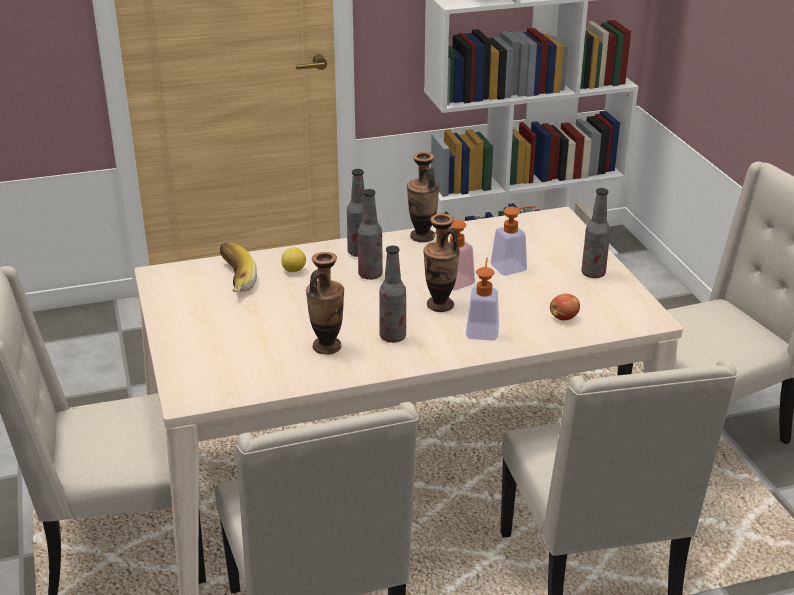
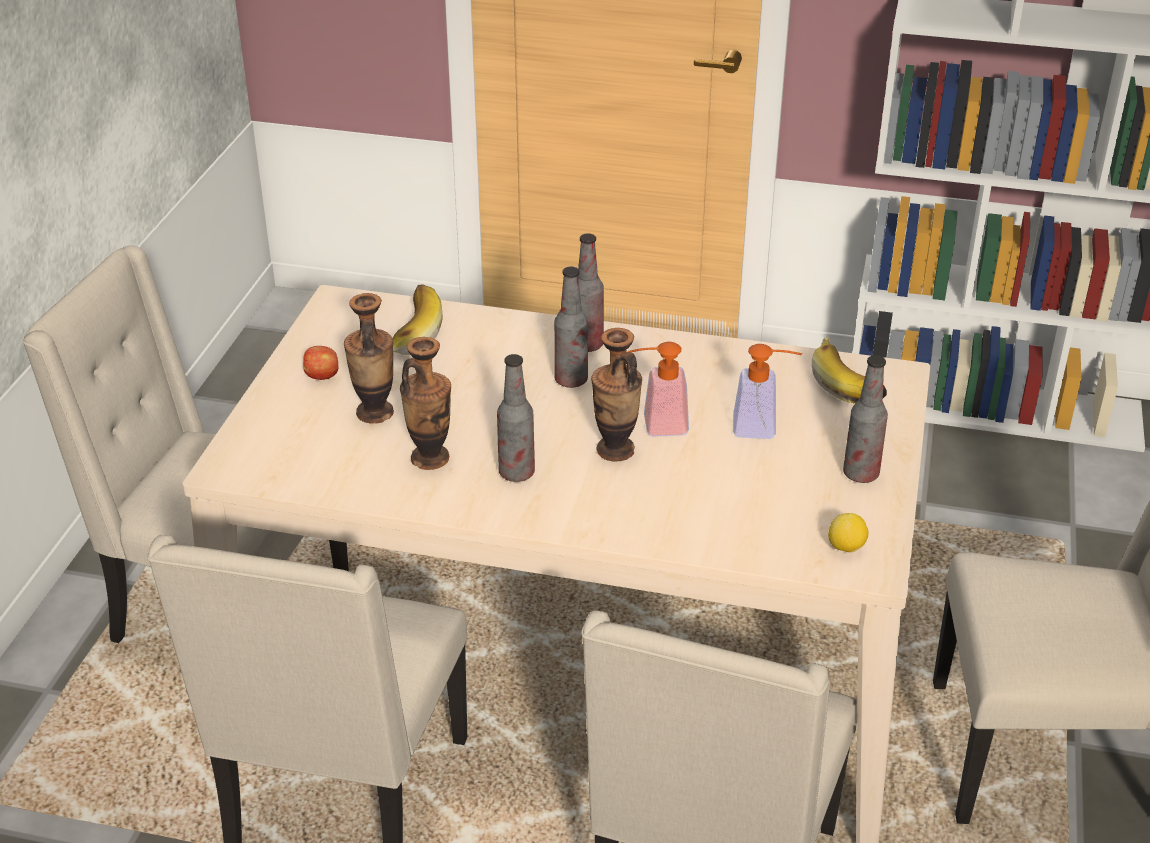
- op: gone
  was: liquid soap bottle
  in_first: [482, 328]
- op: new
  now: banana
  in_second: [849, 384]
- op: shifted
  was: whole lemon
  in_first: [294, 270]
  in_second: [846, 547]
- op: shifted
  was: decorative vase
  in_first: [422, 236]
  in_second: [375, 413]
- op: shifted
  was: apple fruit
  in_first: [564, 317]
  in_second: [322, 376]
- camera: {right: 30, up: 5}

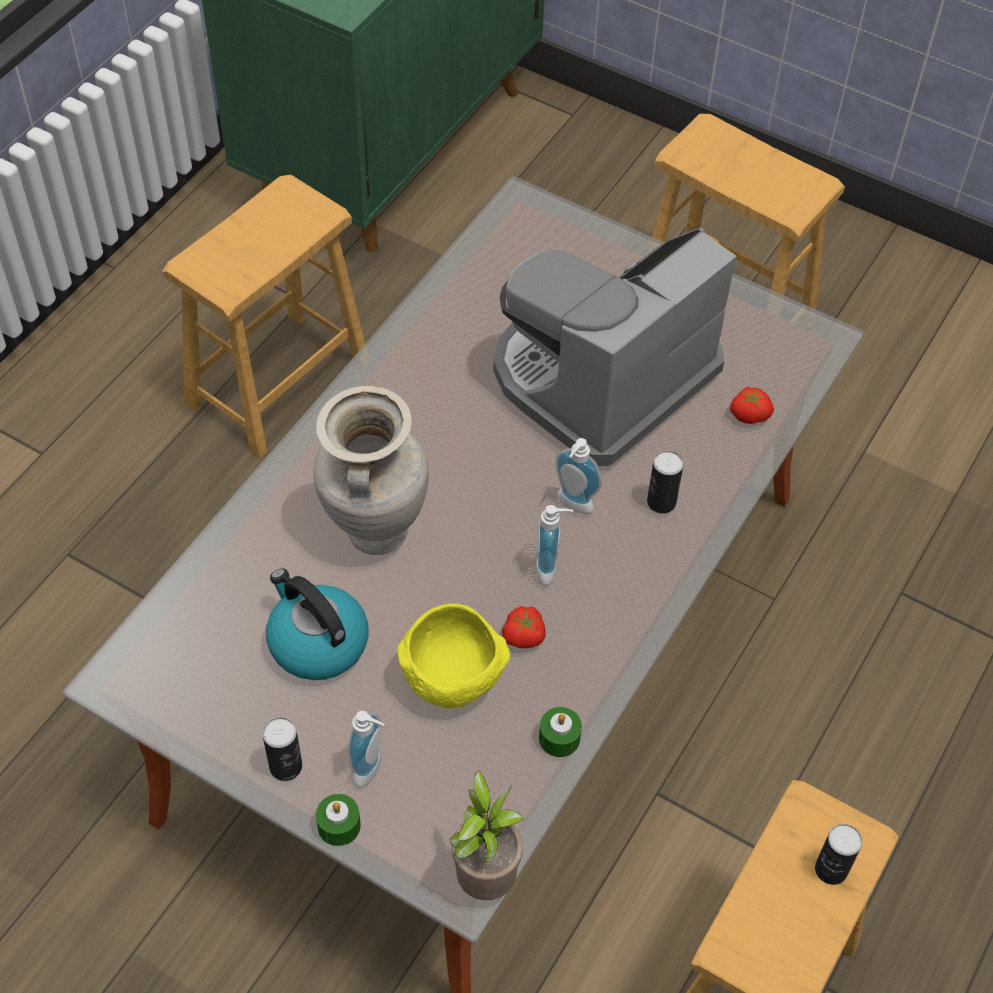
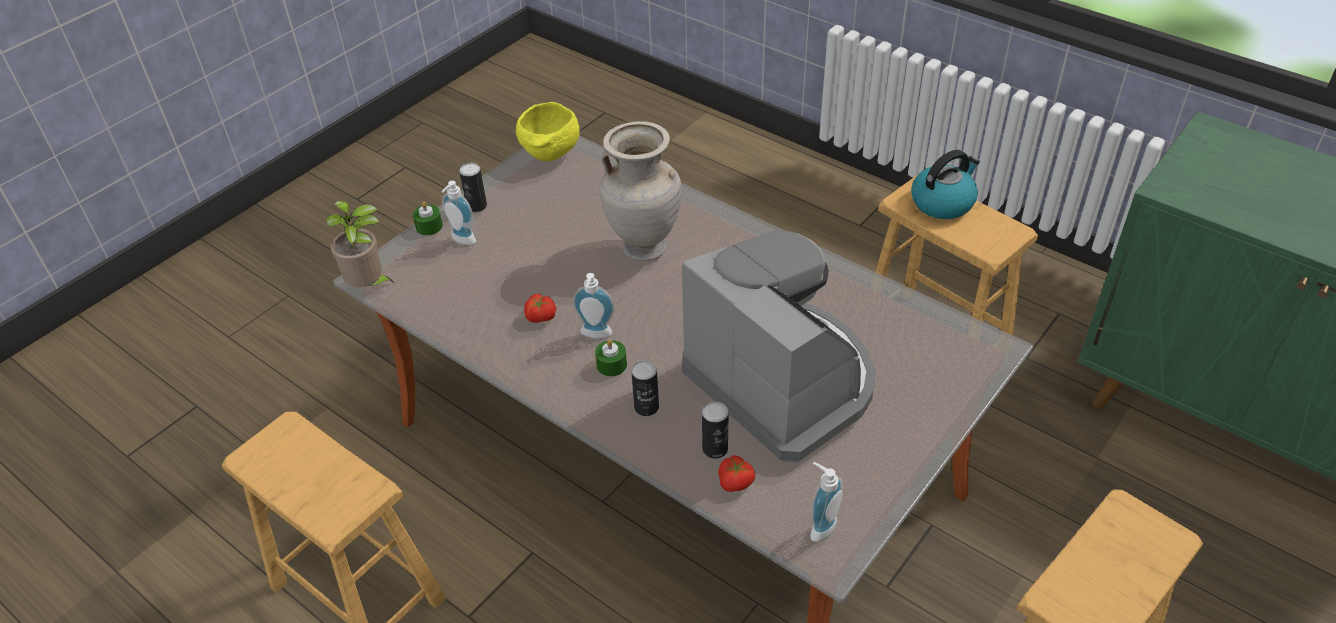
- op: shifted
  was: water kettle
  in_first: [316, 642]
  in_second: [942, 202]
- op: shifted
  was: yellowish bowl
  in_first: [454, 678]
  in_second: [550, 154]
- op: shifted
  was: green wax candle
  in_first: [559, 738]
  in_second: [611, 365]
- op: shifted
  was: liquid soap bottle
  in_first: [572, 505]
  in_second: [819, 526]
- op: shifted
  was: metal can
  in_first: [831, 869]
  in_second: [715, 449]
- camera: {right: 100, up: -10}

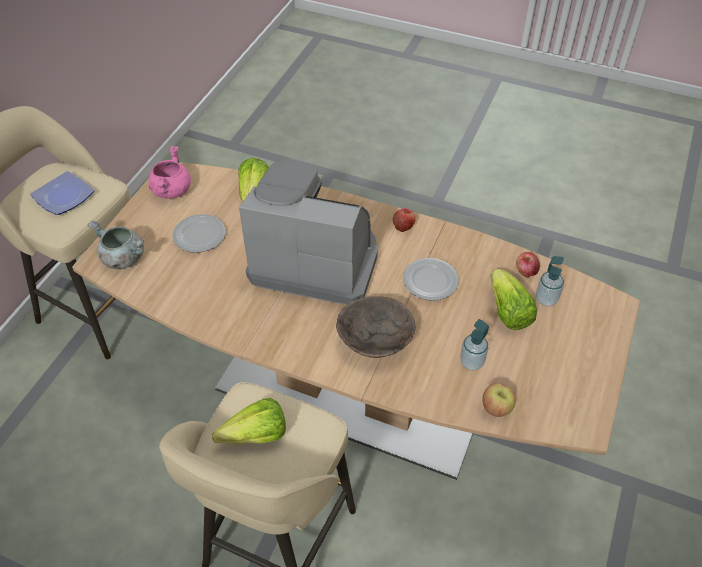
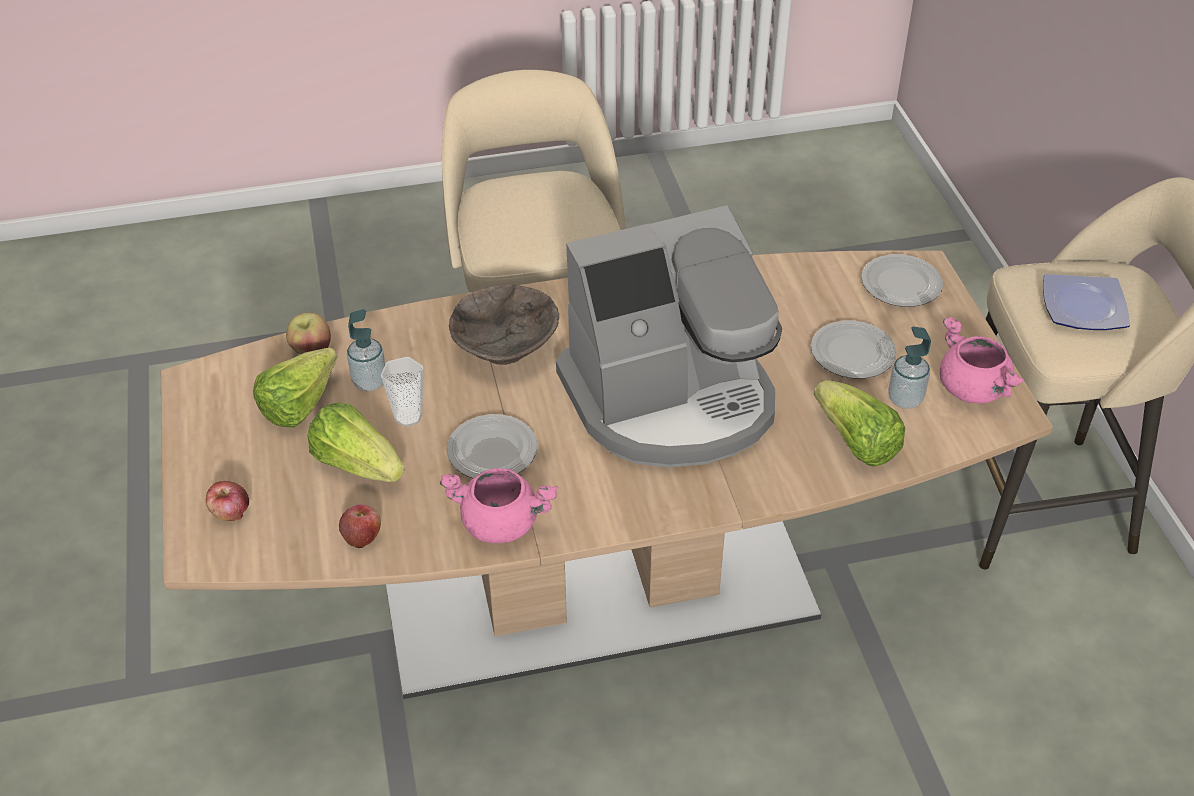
- op: new
  now: drinking cup
  in_second: [408, 417]
- op: new
  now: pink-coloured saucepot
  in_second: [501, 523]
- op: shifted
  was: lettuce
  in_first: [250, 437]
  in_second: [306, 402]
- op: shifted
  was: apple fruit
  in_first: [403, 226]
  in_second: [230, 512]
- op: shifted
  was: liquid soap bottle
  in_first: [546, 299]
  in_second: [905, 399]
- op: swapped
  was: greyish saucepot
  now: plate
  in_first: [122, 258]
  in_second: [901, 284]
- camera: {right: 145, up: -5}

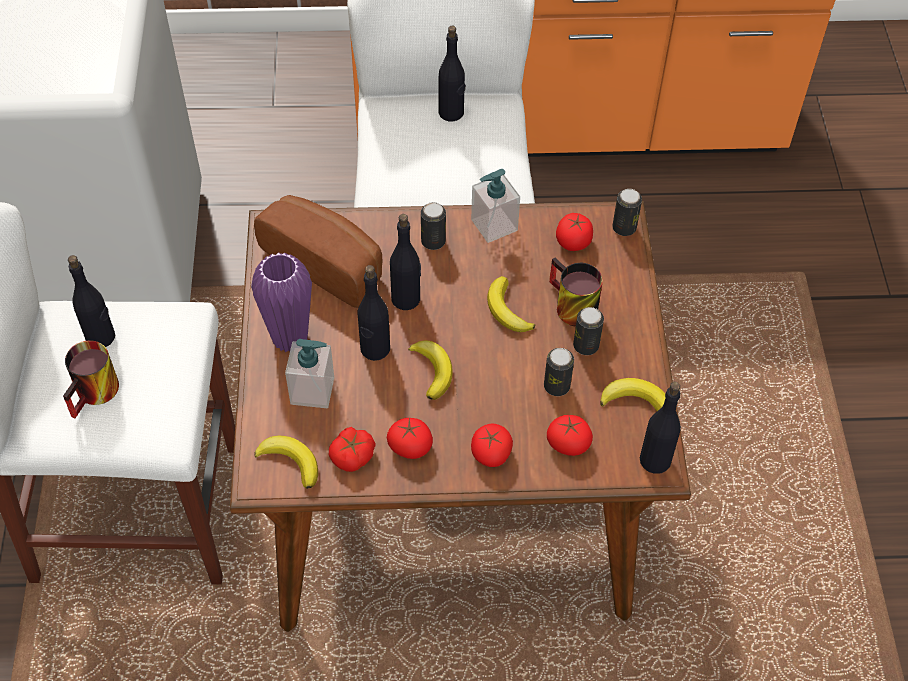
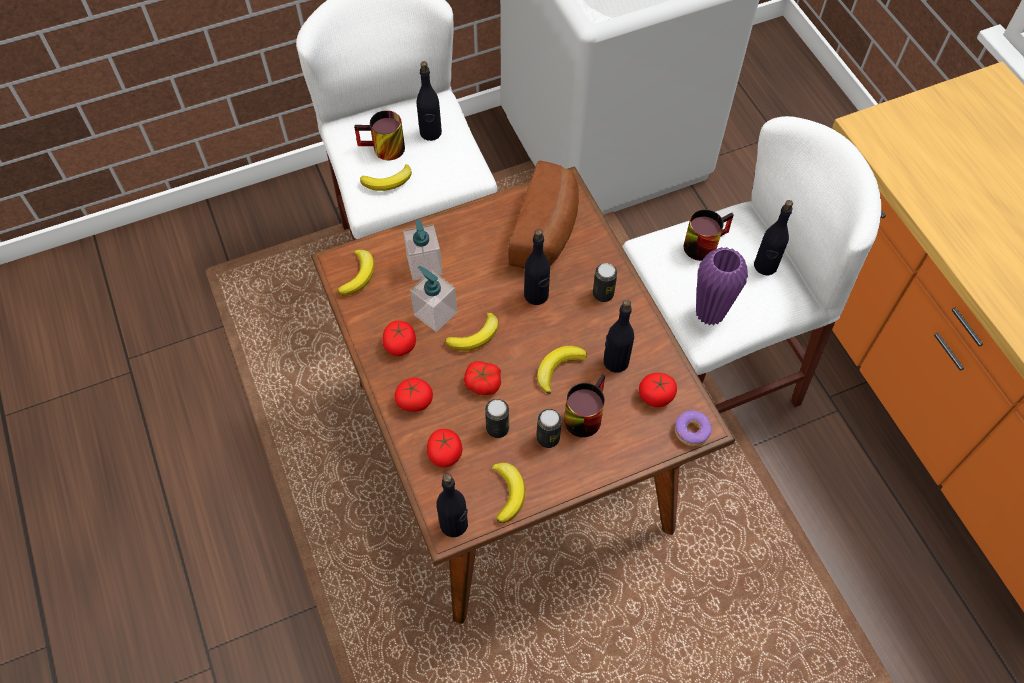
- op: new
  now: banana
  in_second: [388, 181]
- op: new
  now: mug
  in_second: [703, 242]
- op: shifted
  was: purplish decorative vase
  in_first: [290, 338]
  in_second: [710, 313]
- op: shifted
  was: tomato
  in_first: [353, 456]
  in_second: [483, 383]
- op: shifted
  was: blackish bottle
  in_first: [375, 349]
  in_second: [615, 361]
- op: shifted
  was: liquid soap bottle
  in_first: [494, 225]
  in_second: [435, 313]
- op: swapped
  was: metal can
  now: doughnut
  in_first: [624, 228]
  in_second: [692, 431]
- camera: {right: 70, up: 5}

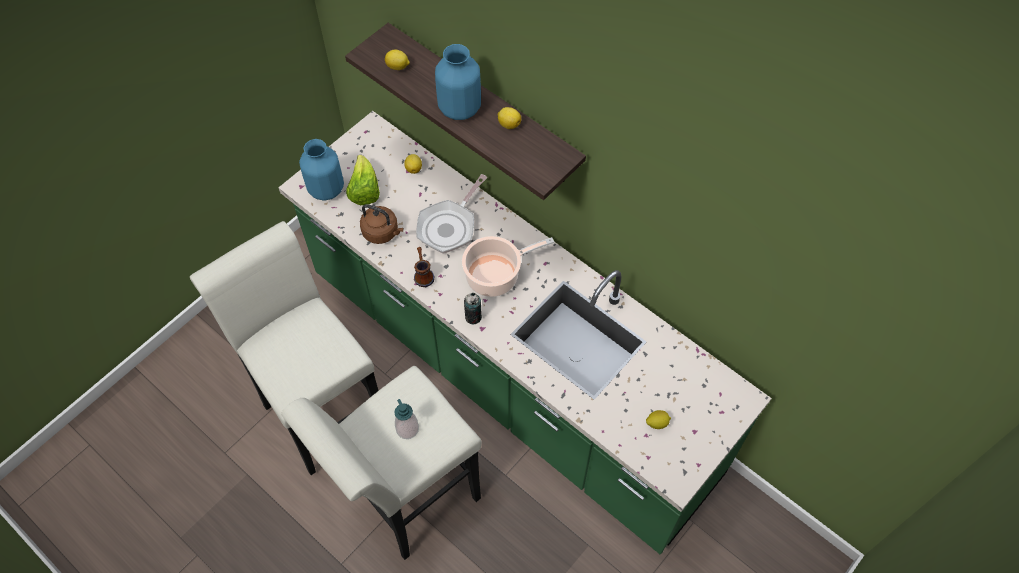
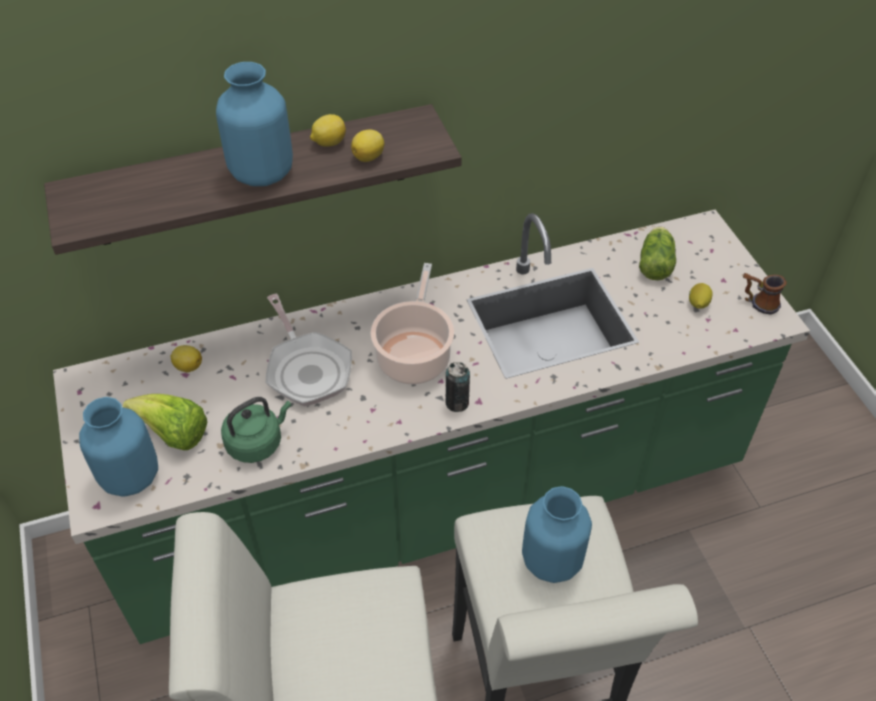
- op: new
  now: lettuce
  in_second: [655, 262]
- op: shifted
  was: whole lemon
  in_first: [398, 67]
  in_second: [369, 157]
- op: shifted
  was: mug
  in_first: [423, 274]
  in_second: [757, 303]
- op: swapped
  was: liquid soap bottle
  now: blue decorative vase
  in_first: [407, 429]
  in_second: [552, 561]
- op: repainted
  was: brownish water kettle
  now: green water kettle
  in_first: [382, 232]
  in_second: [257, 442]
- camera: {right: -60, up: -10}

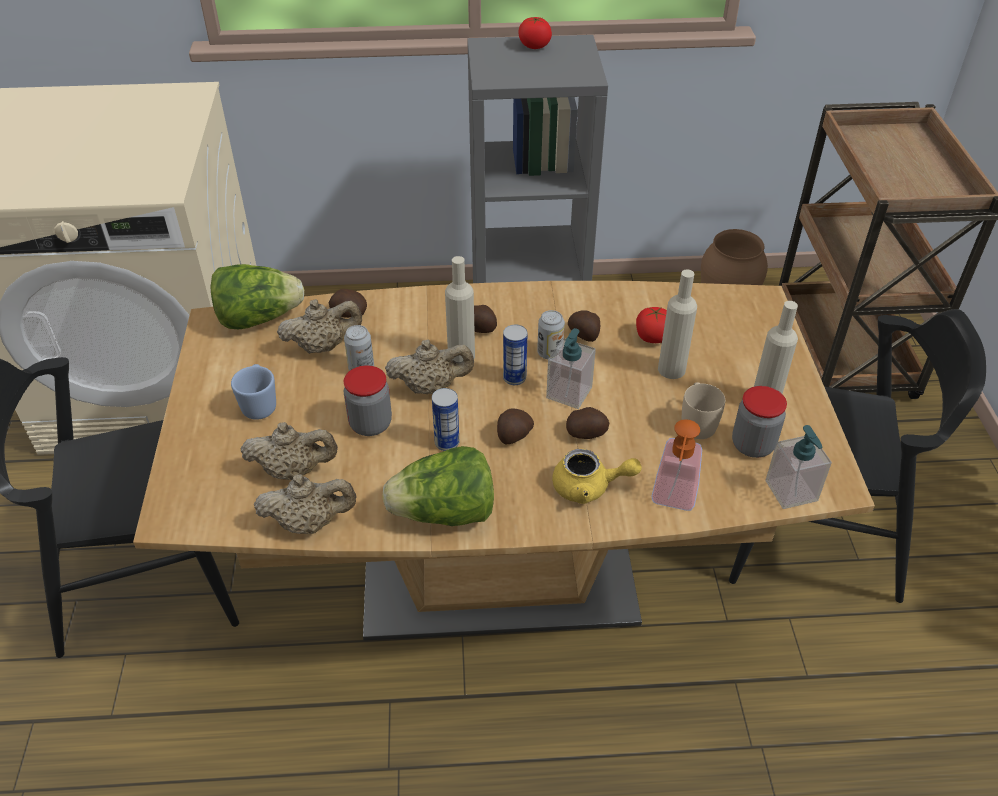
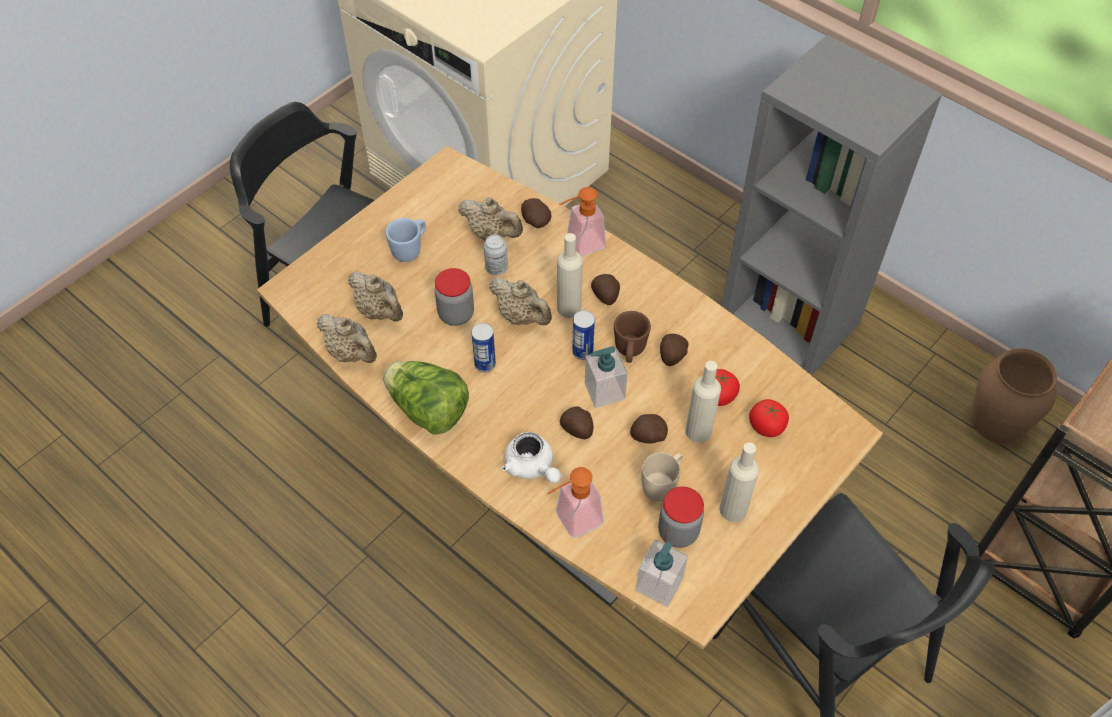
- op: gone
  was: lettuce
  in_first: [259, 318]
- op: new
  now: liquid soap bottle
  in_second: [579, 245]
- op: shifted
  was: whole potato
  in_first: [513, 436]
  in_second: [647, 436]
- op: shifted
  was: tomato
  in_first: [534, 46]
  in_second: [766, 426]
- op: swapped
  was: metal can
  now: brownish mug
  in_first: [550, 353]
  in_second: [629, 351]
- op: repainted
  was: yellowish tea pot
  now: white tea pot
  in_first: [589, 487]
  in_second: [532, 467]
- camera: {right: 45, up: 10}

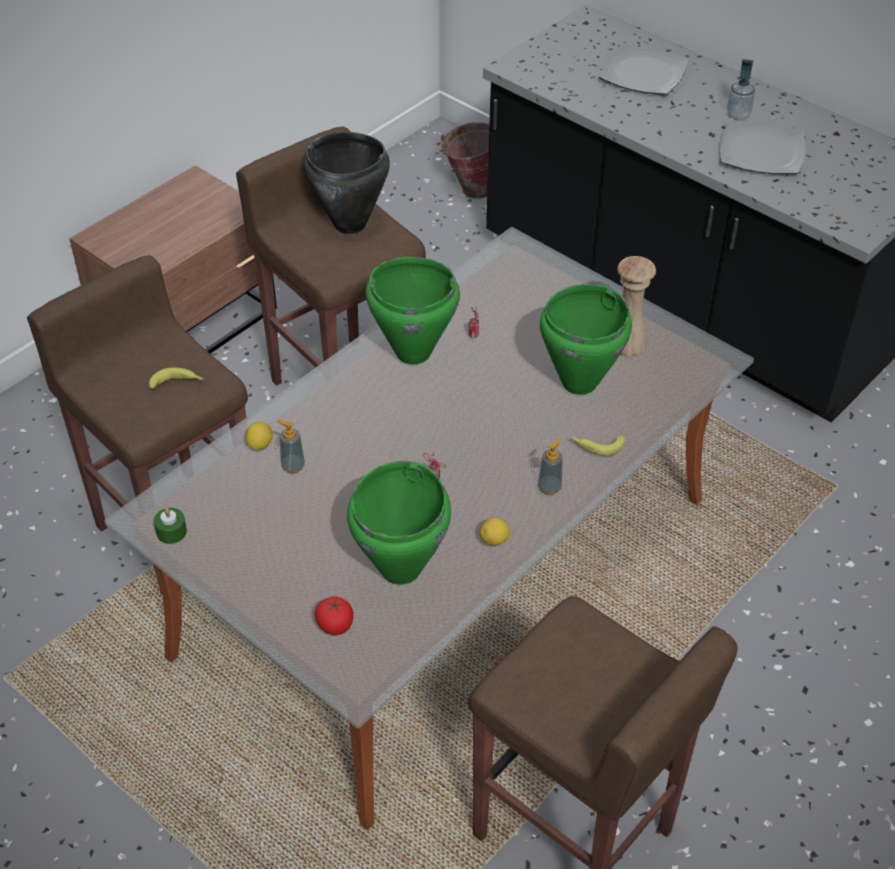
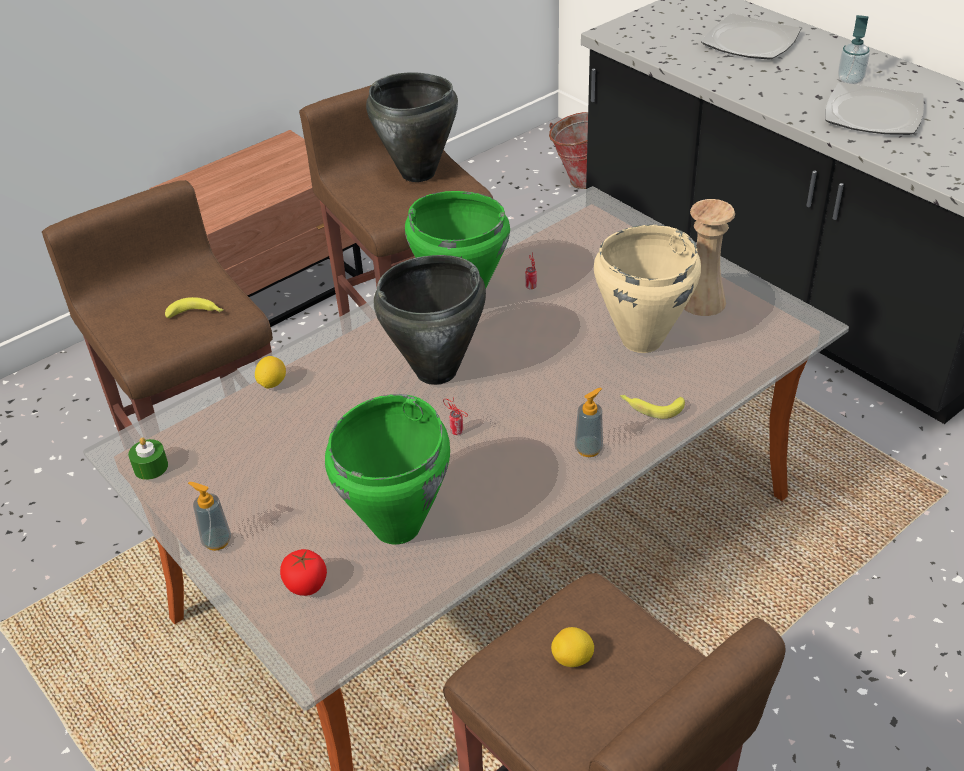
- op: new
  now: blackish saucepot
  in_second: [437, 371]
- op: shifted
  was: liquid soap bottle
  in_first: [293, 466]
  in_second: [217, 541]
- op: shifted
  was: whole lemon
  in_first: [494, 540]
  in_second: [572, 659]
- op: repainted
  was: green saucepot
  now: beige saucepot
  in_first: [578, 382]
  in_second: [640, 340]
- camera: {right: 10, up: -5}

